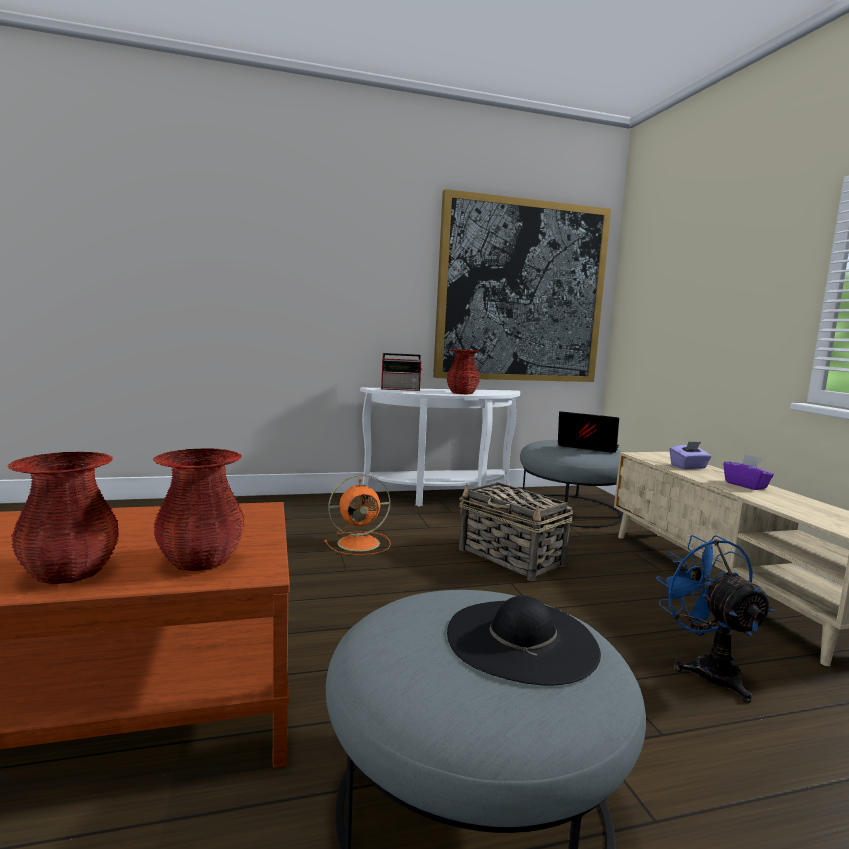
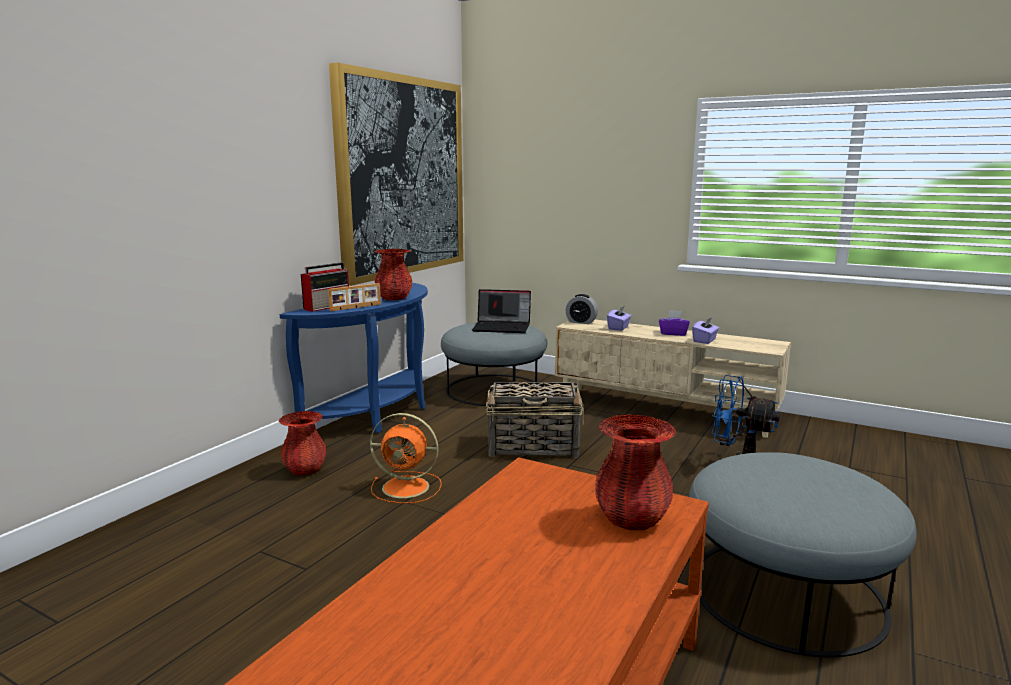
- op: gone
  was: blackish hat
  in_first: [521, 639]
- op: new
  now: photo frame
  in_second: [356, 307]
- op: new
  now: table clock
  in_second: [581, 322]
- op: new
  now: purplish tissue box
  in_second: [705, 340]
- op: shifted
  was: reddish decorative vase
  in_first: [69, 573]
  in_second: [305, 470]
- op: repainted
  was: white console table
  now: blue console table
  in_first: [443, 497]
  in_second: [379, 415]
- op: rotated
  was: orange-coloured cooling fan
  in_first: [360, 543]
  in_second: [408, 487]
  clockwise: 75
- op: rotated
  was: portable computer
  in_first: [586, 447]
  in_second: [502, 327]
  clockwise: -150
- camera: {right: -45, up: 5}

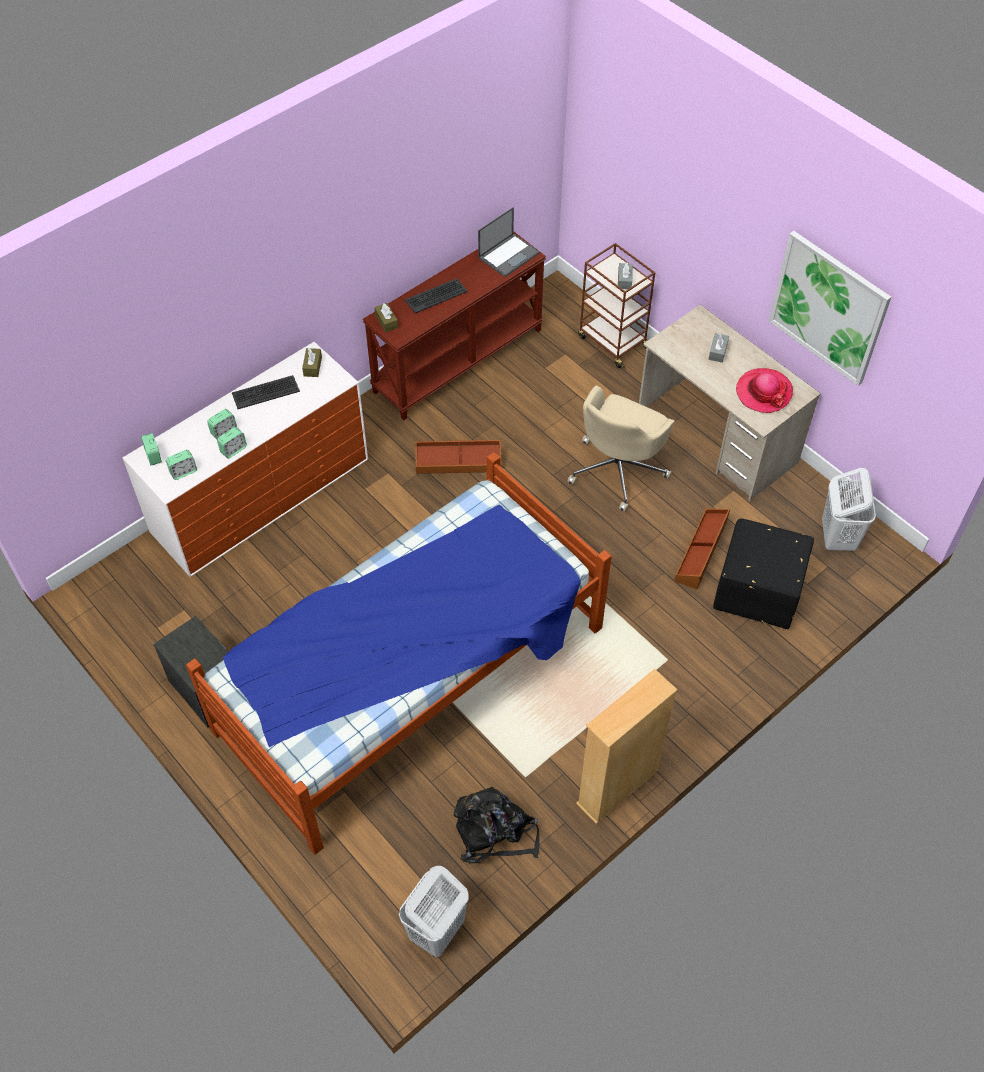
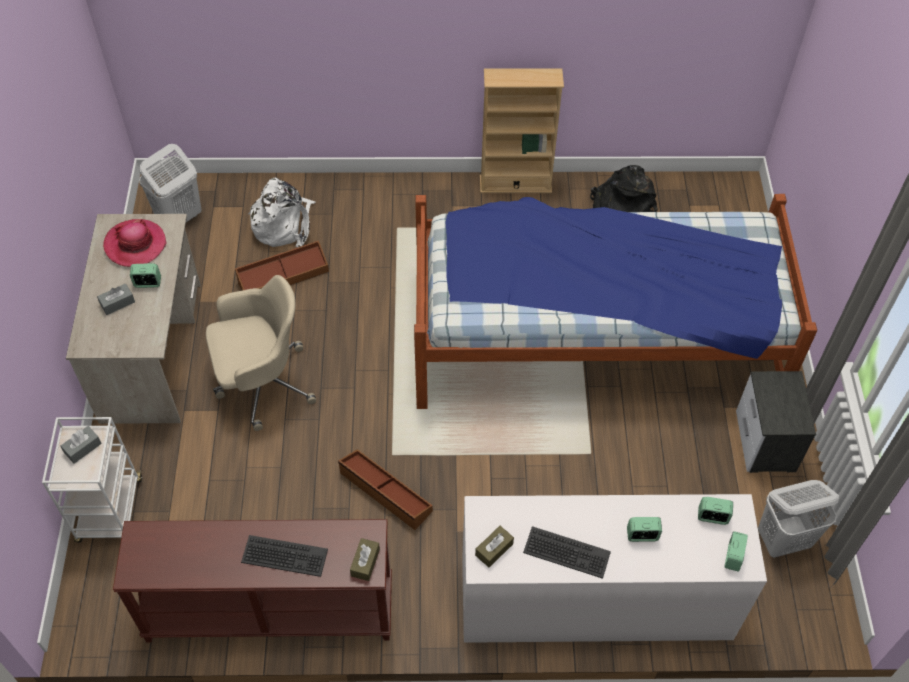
- op: gone
  was: portable computer
  in_first: [509, 255]
- op: gone
  was: picture
  in_first: [828, 308]
- op: shifted
  was: table clock
  in_first: [233, 450]
  in_second: [148, 283]
- op: shifted
  was: white washing basket
  in_first: [436, 932]
  in_second: [783, 540]
- op: swapped
  was: blackish pouffe
  now: white backpack
  in_first: [756, 593]
  in_second: [283, 224]
- op: repainted
  was: brownish cart
  now: white cart
  in_first: [612, 342]
  in_second: [110, 511]
- camera: {right: -140, up: 0}

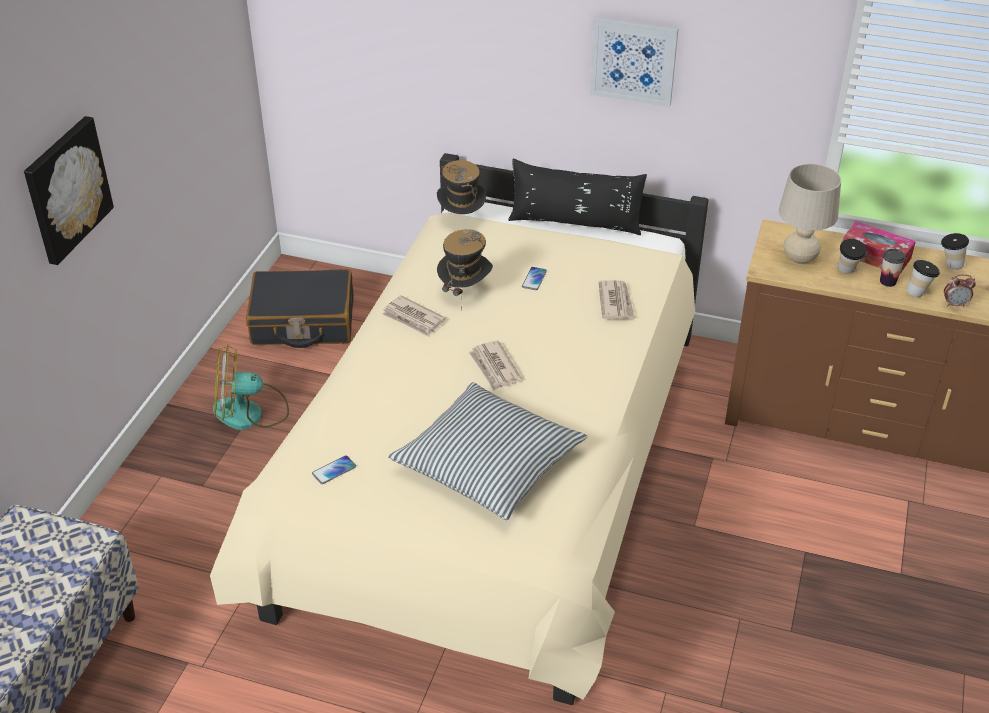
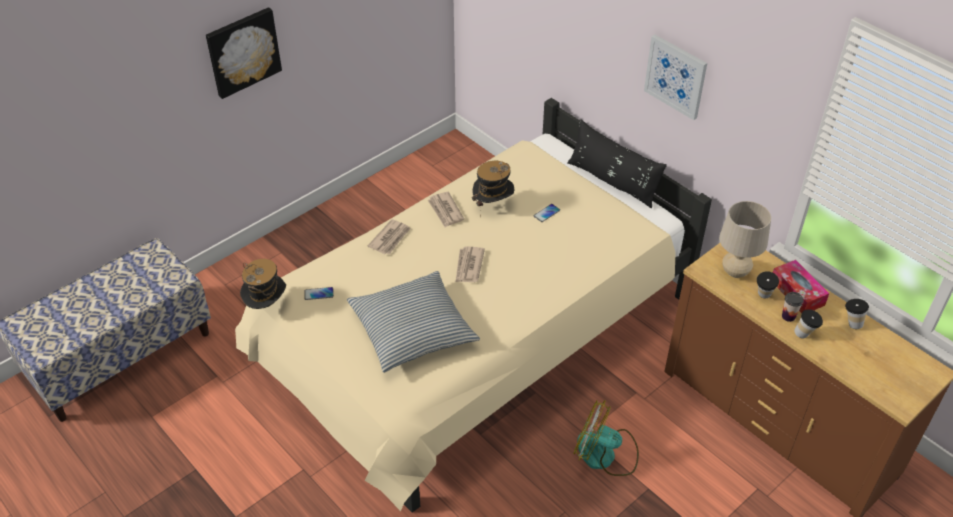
- op: gone
  was: blackish piece of luggage
  in_first: [303, 321]
- op: gone
  was: table clock
  in_first: [955, 304]
- op: shifted
  was: cooling fan
  in_first: [250, 413]
  in_second: [605, 454]
- op: shifted
  was: hat
  in_first: [461, 220]
  in_second: [267, 307]
- op: shifted
  was: printed paper
  in_first: [616, 302]
  in_second: [390, 238]
- camera: {right: 30, up: 5}

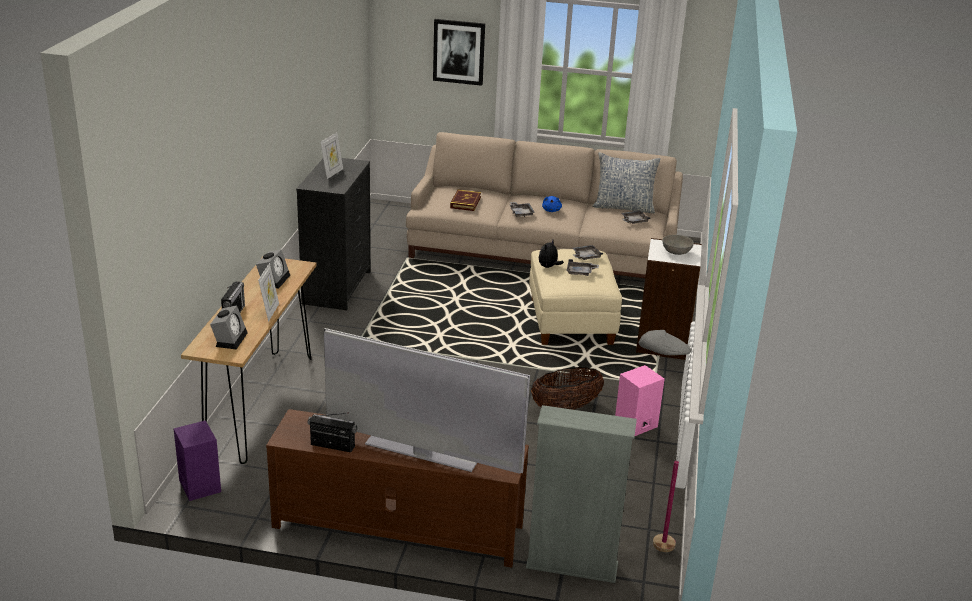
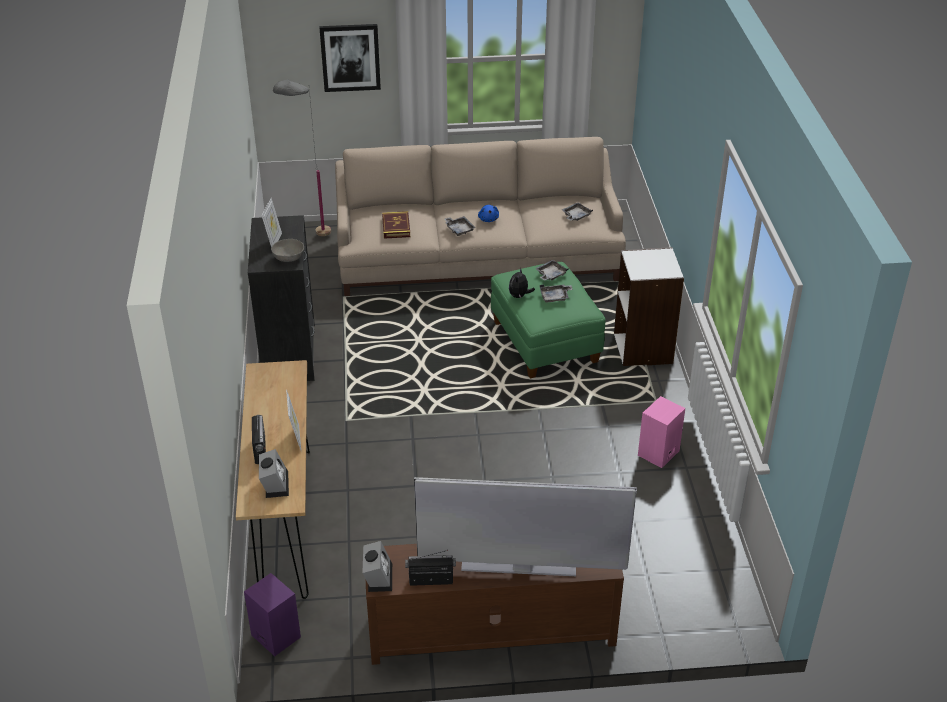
- op: gone
  was: greyish bookcase
  in_first: [572, 566]
- op: gone
  was: storage basket
  in_first: [565, 407]
- op: gone
  was: throw pillow
  in_first: [623, 207]
- op: shifted
  was: table clock
  in_first: [274, 279]
  in_second: [378, 576]
- op: shifted
  was: greyish floor lamp
  in_first: [643, 550]
  in_second: [310, 238]
- op: shifted
  was: greyish bowl
  in_first: [676, 252]
  in_second: [289, 258]
- op: repainted
  was: beige pouffe
  now: green pouffe
  in_first: [571, 322]
  in_second: [545, 342]
- camera: {right: -15, up: 10}

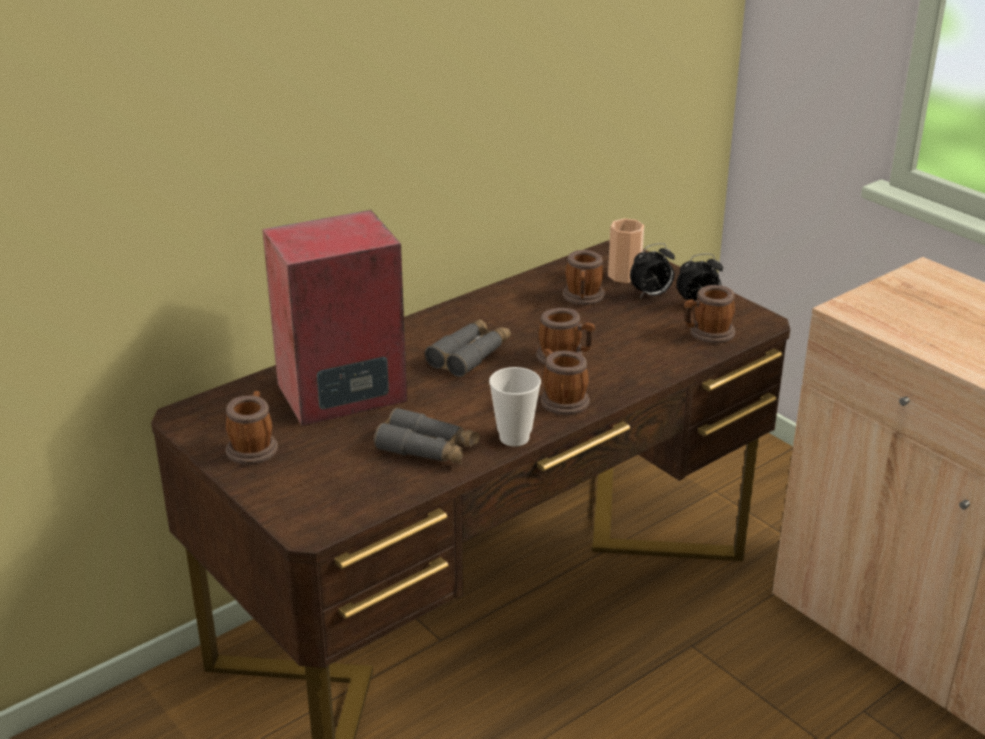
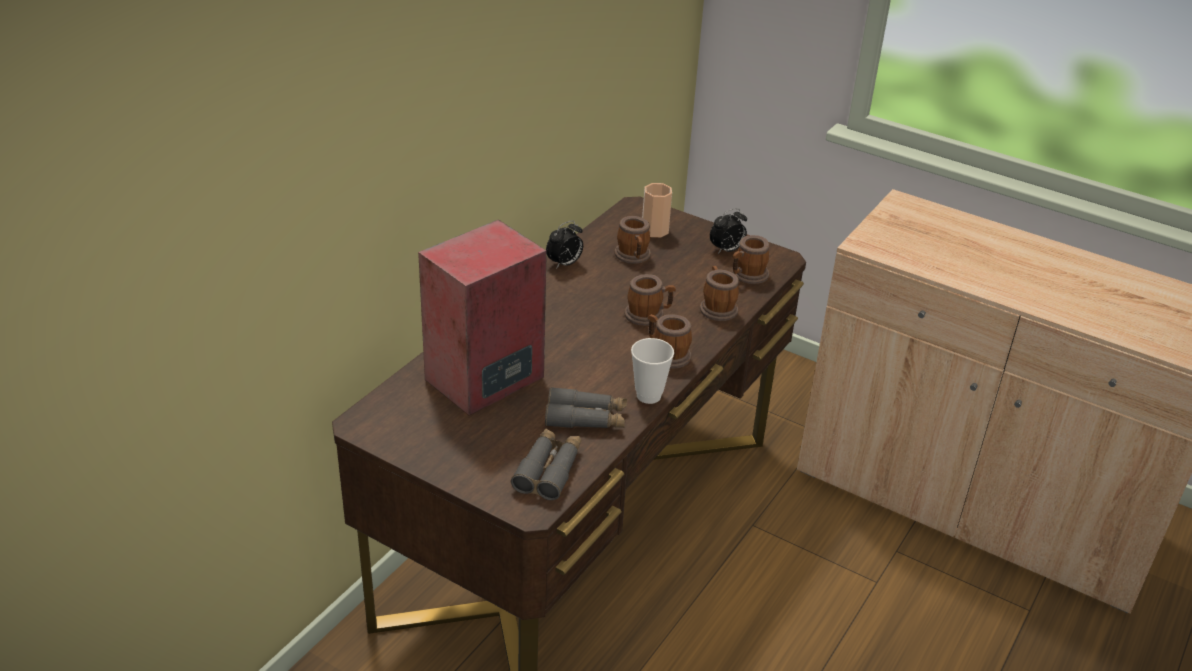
- op: shifted
  was: mug
  in_first: [253, 447]
  in_second: [717, 307]
- op: shifted
  was: greyish binoculars
  in_first: [470, 355]
  in_second: [548, 470]
- op: shifted
  was: table clock
  in_first: [651, 295]
  in_second: [564, 264]
- camera: {right: -20, up: 5}

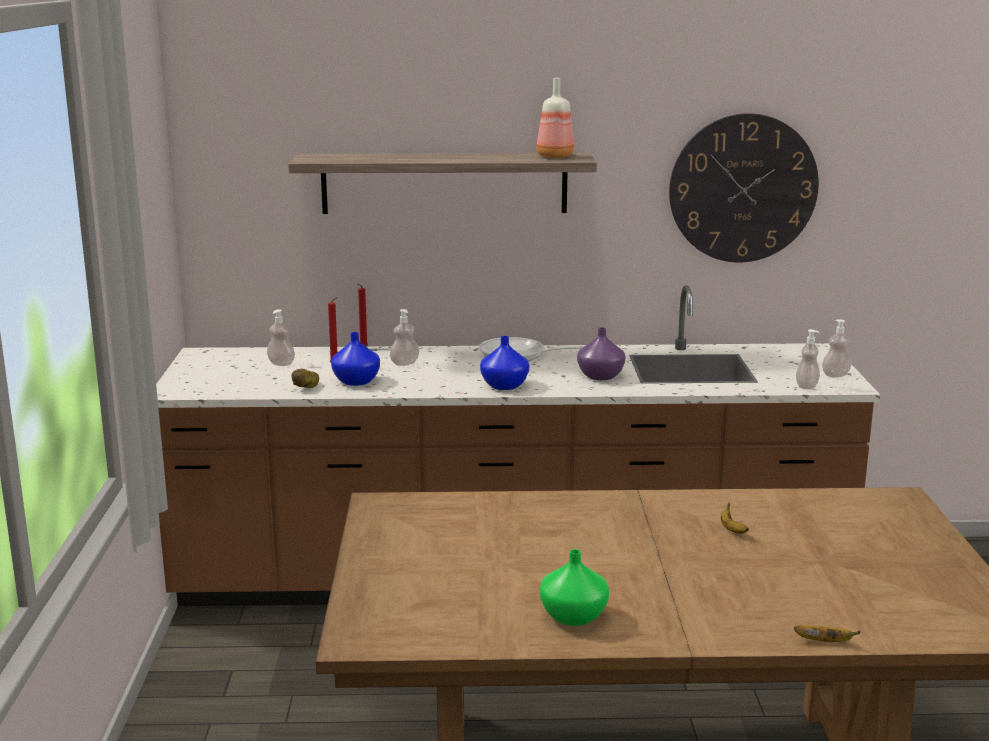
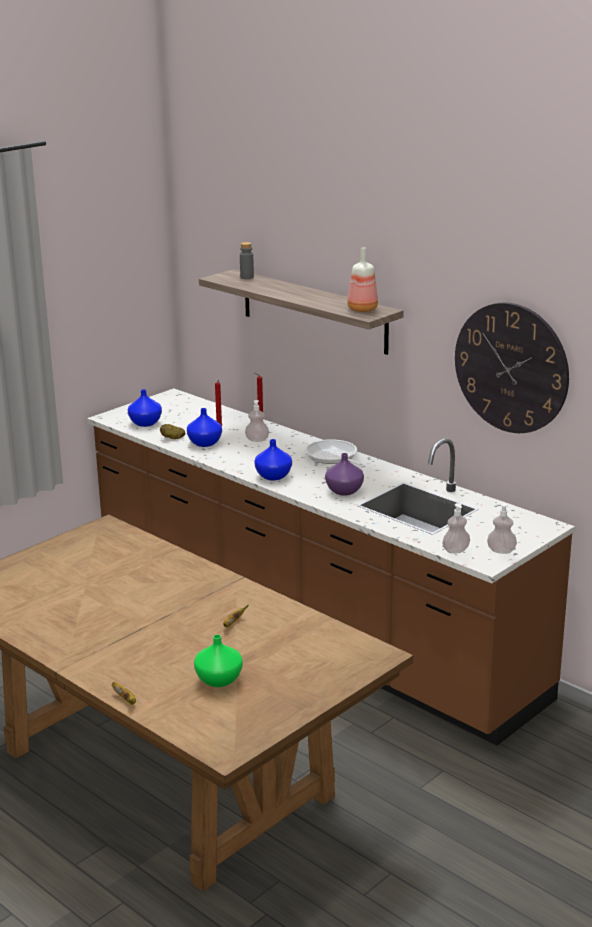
- op: gone
  was: liquid soap bottle
  in_first: [281, 364]
- op: new
  now: blue decorative vase
  in_second: [144, 423]
- op: new
  now: greyish bottle
  in_second: [247, 277]
- op: shifted
  was: green decorative vase
  in_first: [574, 617]
  in_second: [219, 680]
- camera: {right: 45, up: 5}

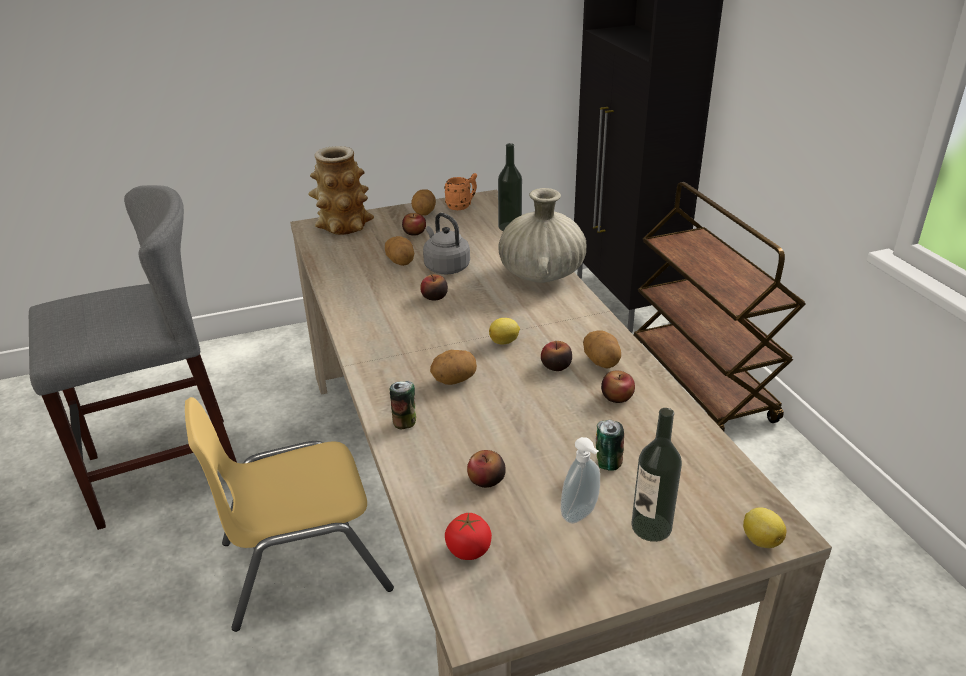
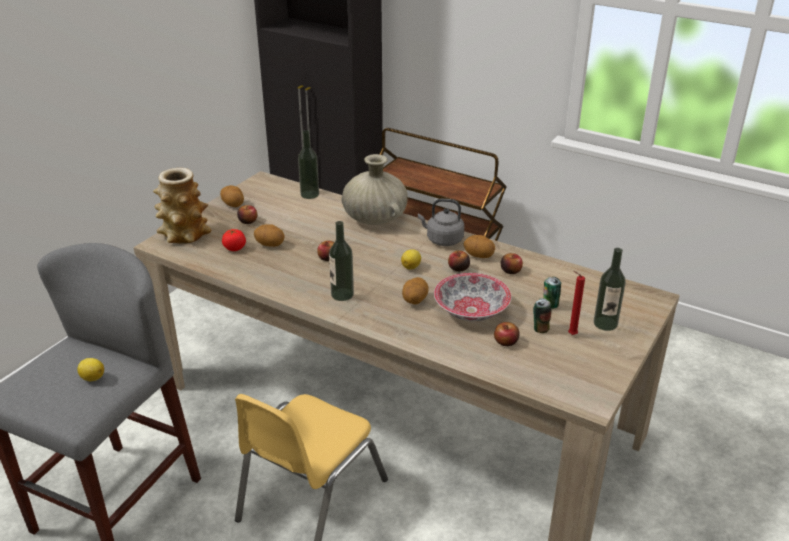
- op: gone
  was: orange-coloured mug
  in_first: [462, 206]
- op: new
  now: bottle
  in_second: [342, 294]
- op: new
  now: bowl
  in_second: [472, 311]
- op: shifted
  was: metal can
  in_first: [405, 422]
  in_second: [540, 328]
- op: shifted
  was: greyish water kettle
  in_first: [445, 267]
  in_second: [442, 240]
- op: shifted
  was: tomato
  in_first: [469, 549]
  in_second: [234, 248]
- op: shifted
  was: whole lemon
  in_first: [760, 539]
  in_second: [92, 378]
- op: swapped
  was: liquid soap bottle
  now: reddish wax candle
  in_first: [581, 515]
  in_second: [570, 334]
- camera: {right: -40, up: 0}

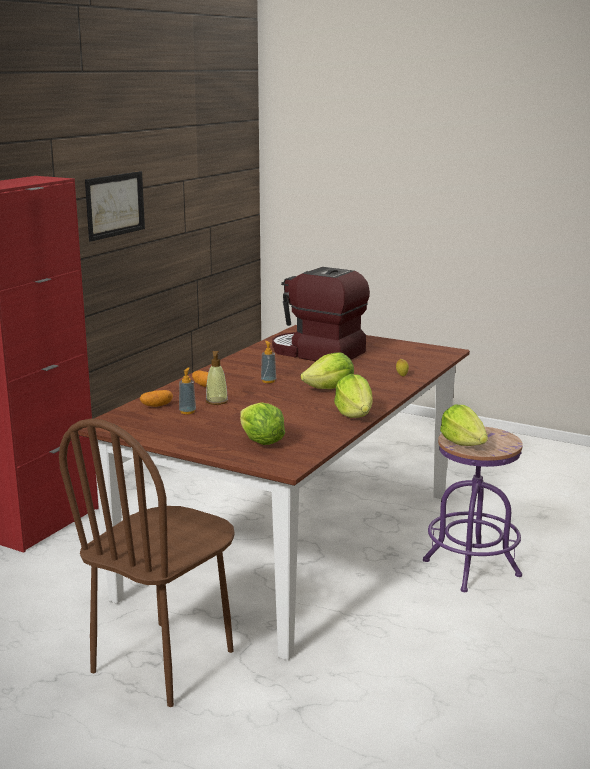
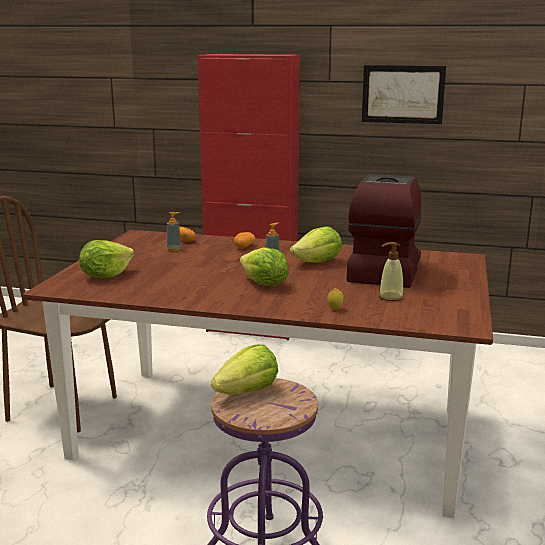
- op: shifted
  was: liquid soap bottle
  in_first: [216, 401]
  in_second: [390, 297]
- op: shifted
  was: lettuce
  in_first: [354, 415]
  in_second: [318, 262]
- camera: {right: 75, up: 0}

